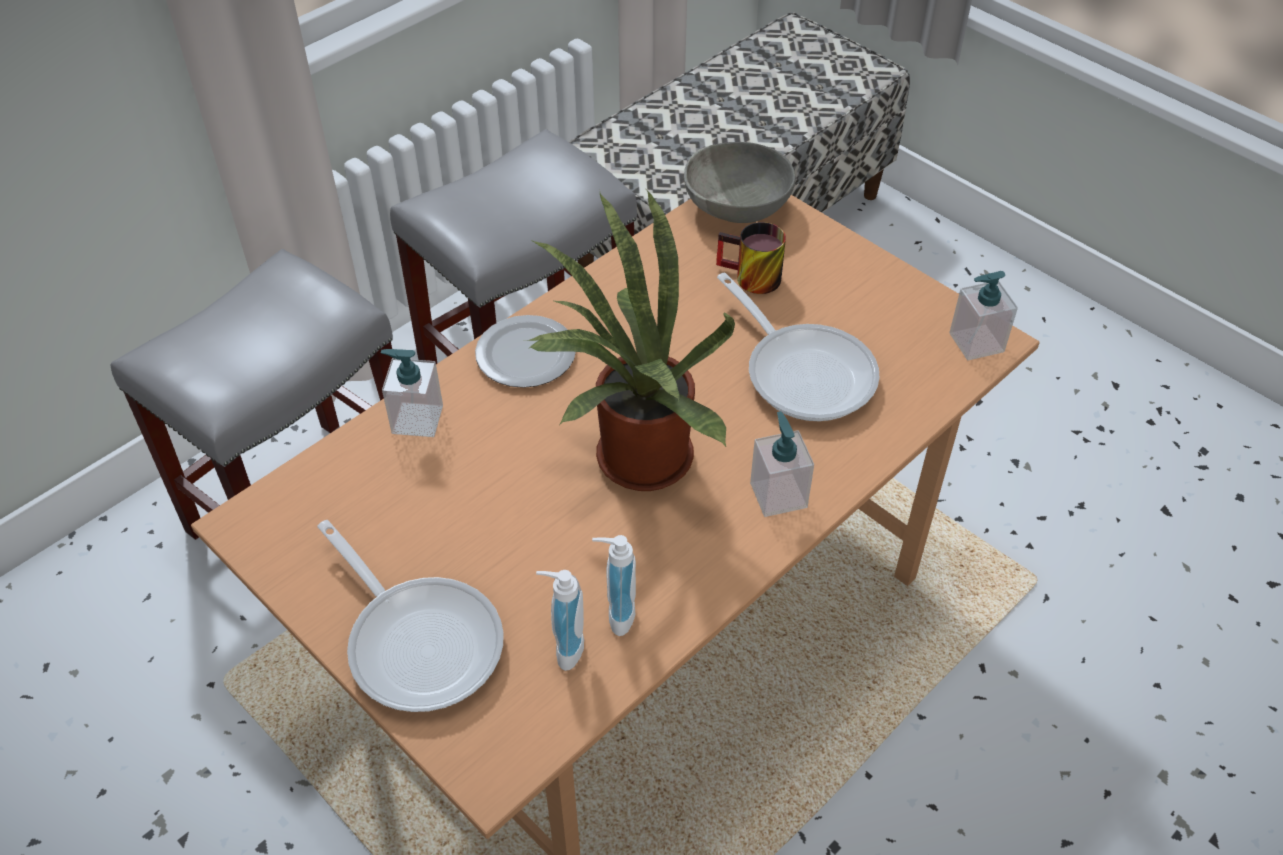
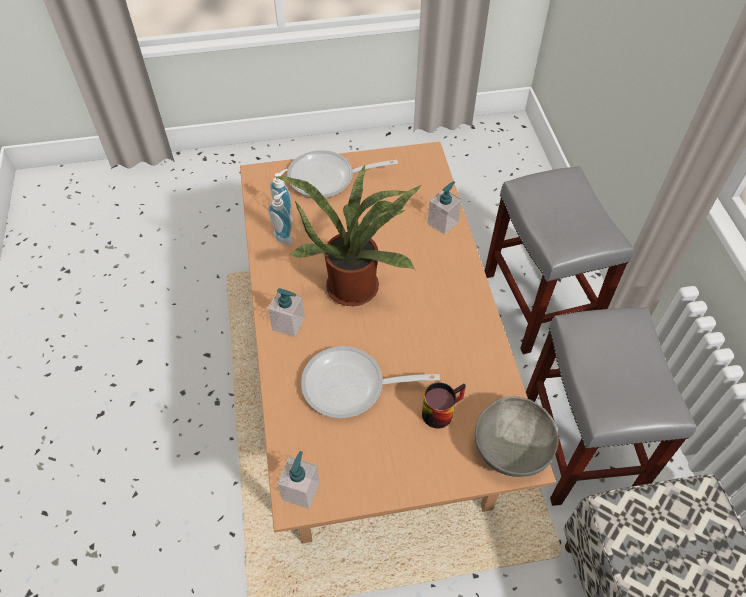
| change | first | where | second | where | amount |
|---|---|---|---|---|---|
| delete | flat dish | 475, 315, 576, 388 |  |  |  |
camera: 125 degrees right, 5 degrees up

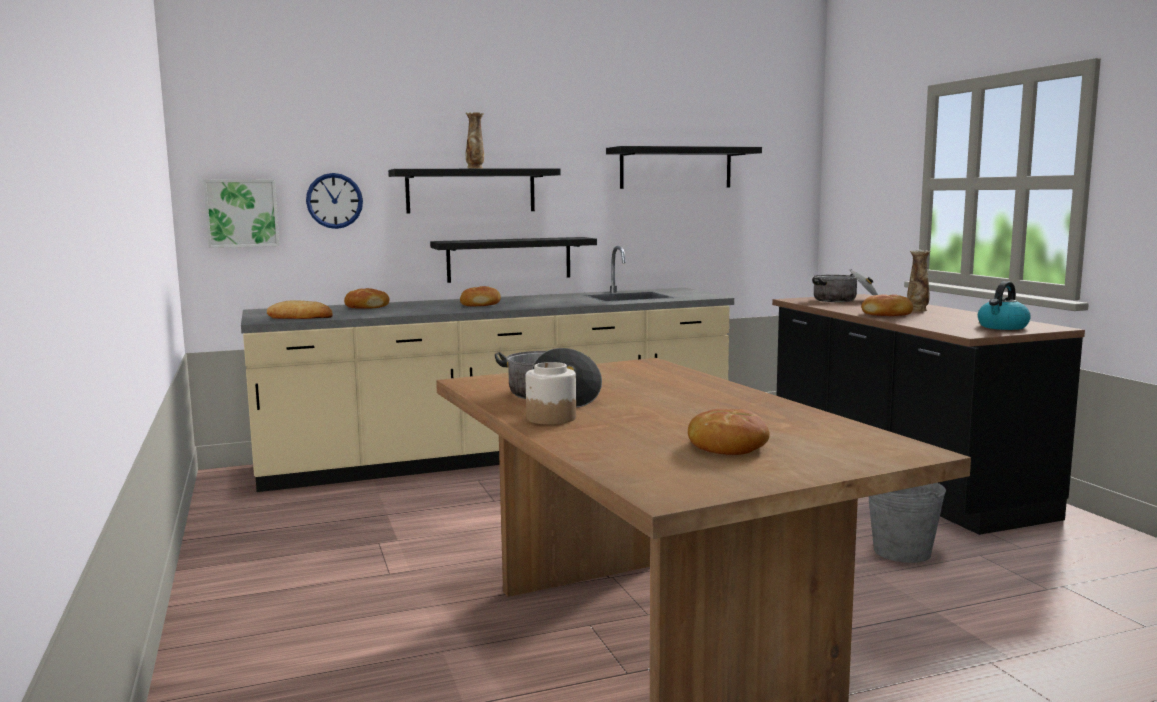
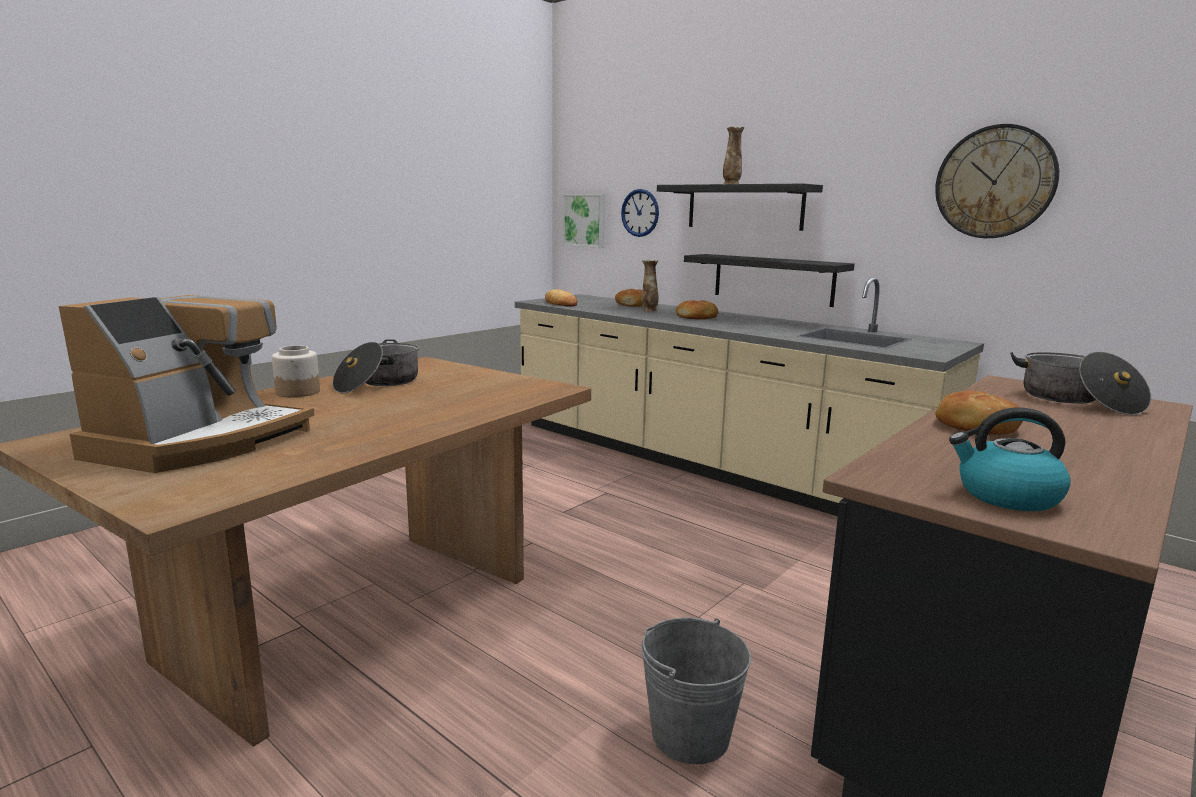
| change | first | where | second | where | amount |
|---|---|---|---|---|---|
| move | vase | 907, 250, 931, 312 |  | 641, 260, 659, 311 |  |
| replace | black bracket shelf | 606, 146, 762, 189 | wall clock | 935, 124, 1059, 238 |  |
| replace | baked bread | 688, 409, 770, 455 | coffee brewer | 59, 295, 314, 473 |  |
camera: 60 degrees right, 5 degrees up

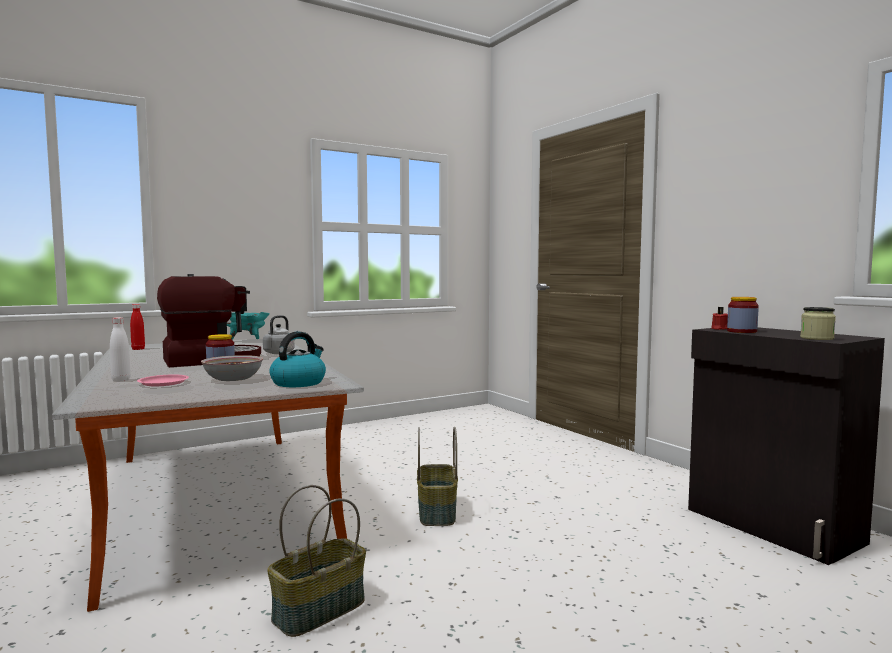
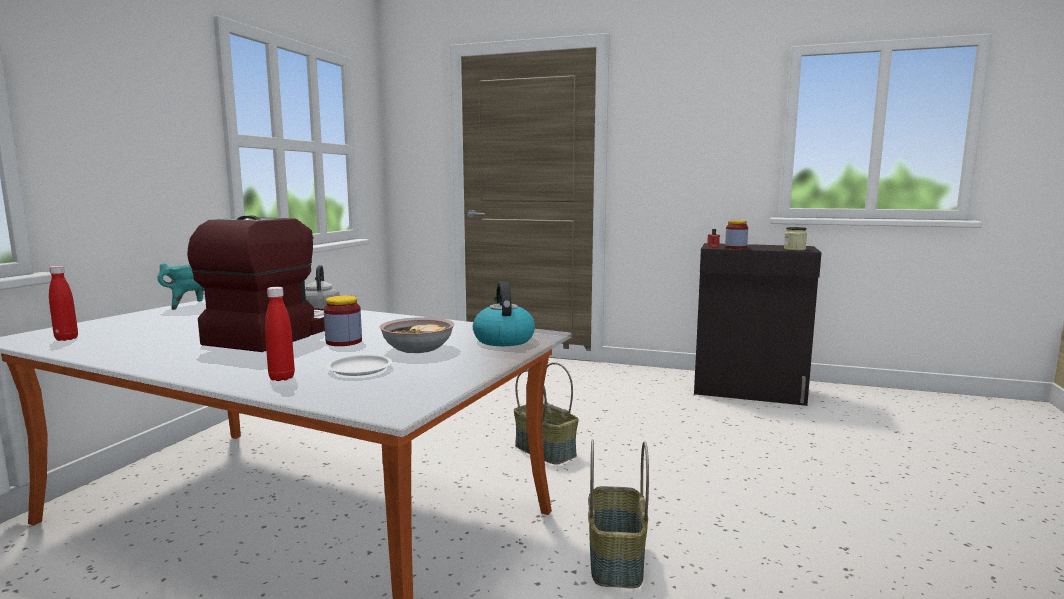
| change | first | where | second | where | amount |
|---|---|---|---|---|---|
| recolor | white beverage bottle | 110, 317, 131, 382 | reddish beverage bottle | 265, 287, 295, 381 |  |
| recolor | pink flat dish | 137, 374, 189, 386 | white flat dish | 326, 355, 392, 376 |  |
camera: 40 degrees left, 5 degrees up

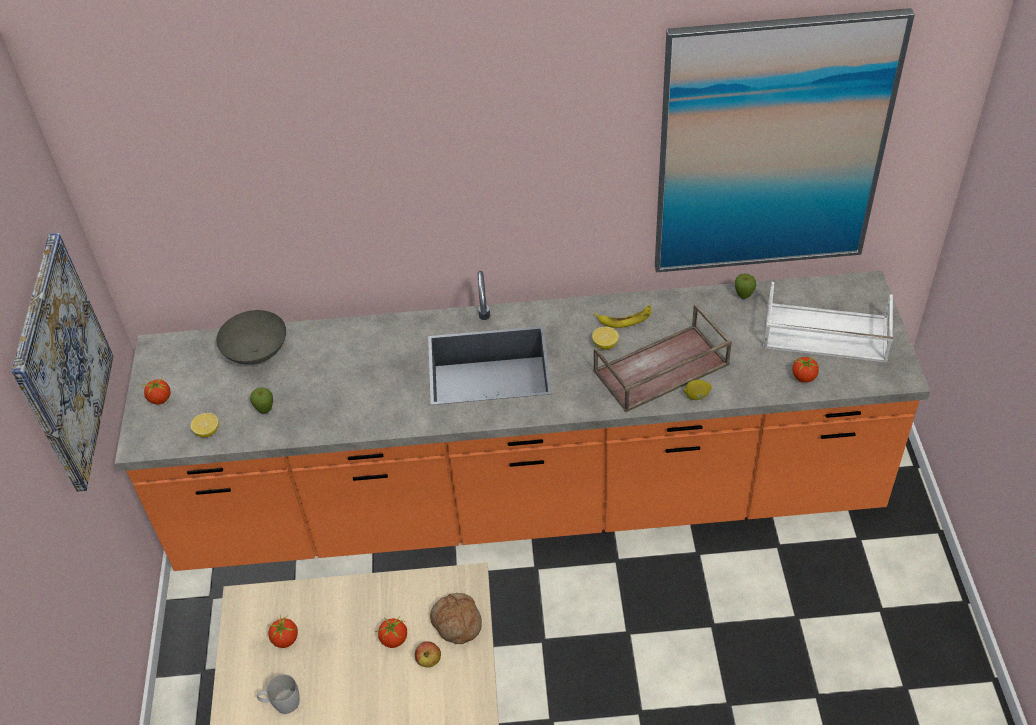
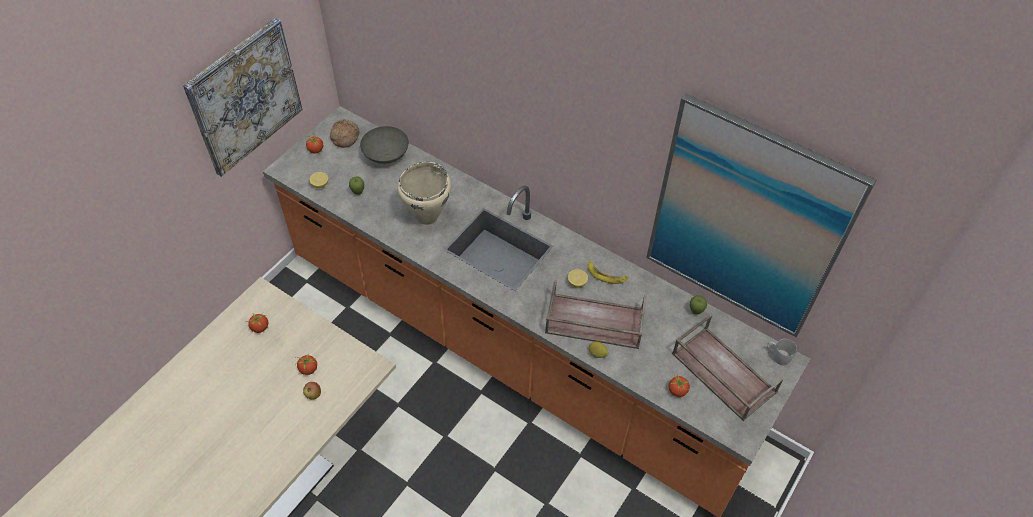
| change | first | where | second | where | amount |
|---|---|---|---|---|---|
| insert |  |  | beige cooking pot | 397, 162, 451, 225 |  |
| move | white tea mug | 257, 674, 300, 714 |  | 767, 339, 797, 365 |  |
| move | baked bread | 430, 593, 482, 644 |  | 330, 119, 360, 148 |  |
| recolor | white serving tray | 763, 282, 893, 363 | brown serving tray | 672, 314, 784, 421 |  |
camera: 35 degrees right, 5 degrees up

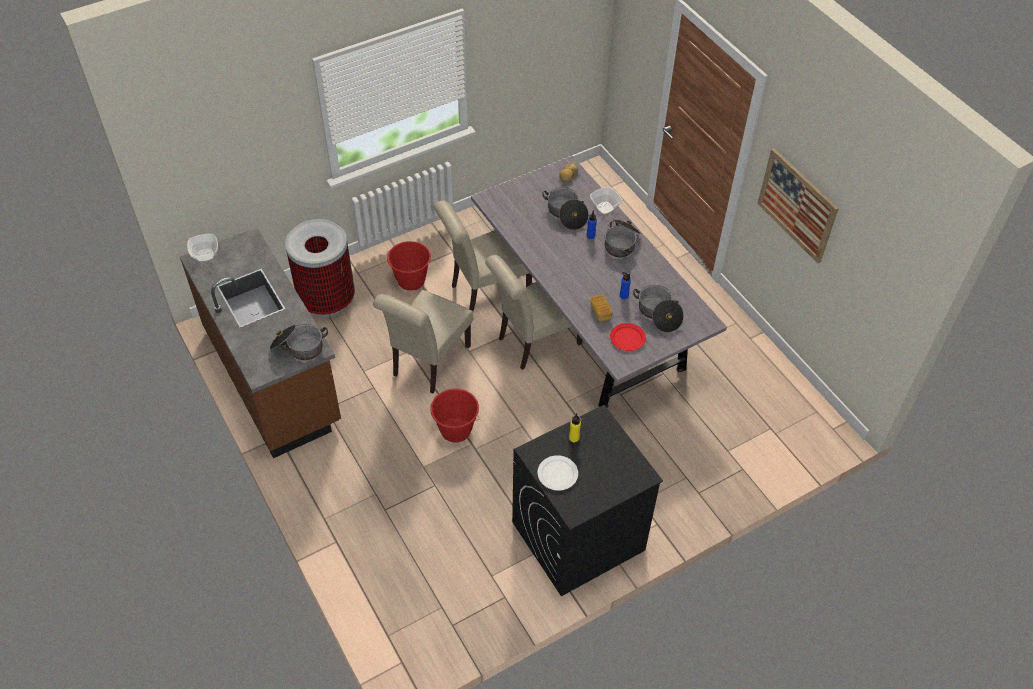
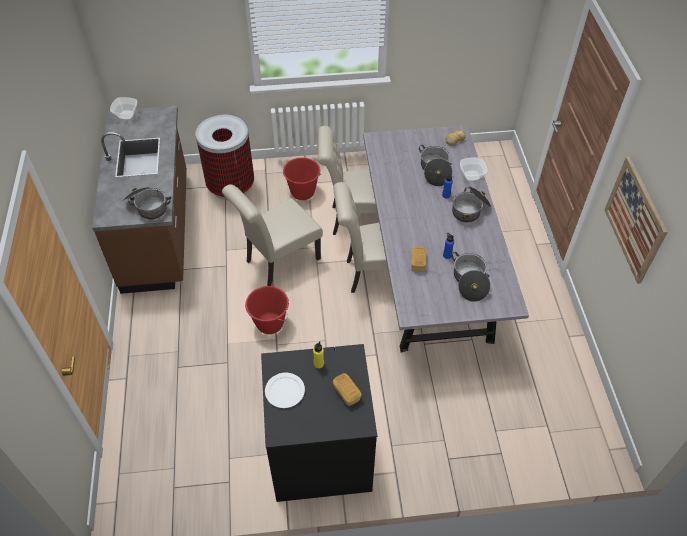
| change | first | where | second | where | amount |
|---|---|---|---|---|---|
| delete | reddish flat dish | 610, 323, 646, 351 |  |  |  |
| insert |  |  | baked bread | 333, 373, 362, 406 |  |
camera: 25 degrees right, 0 degrees up

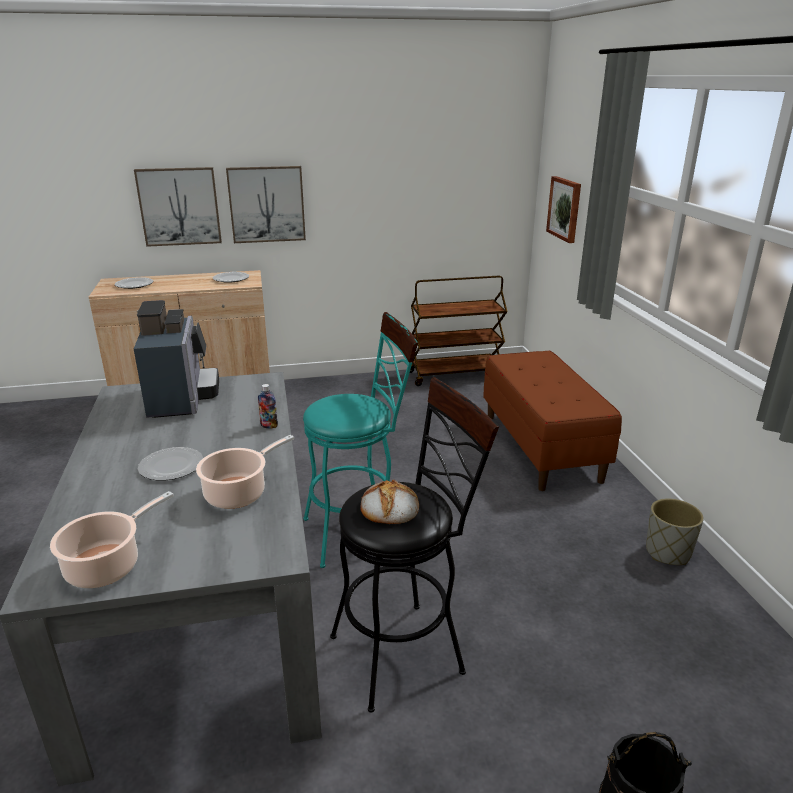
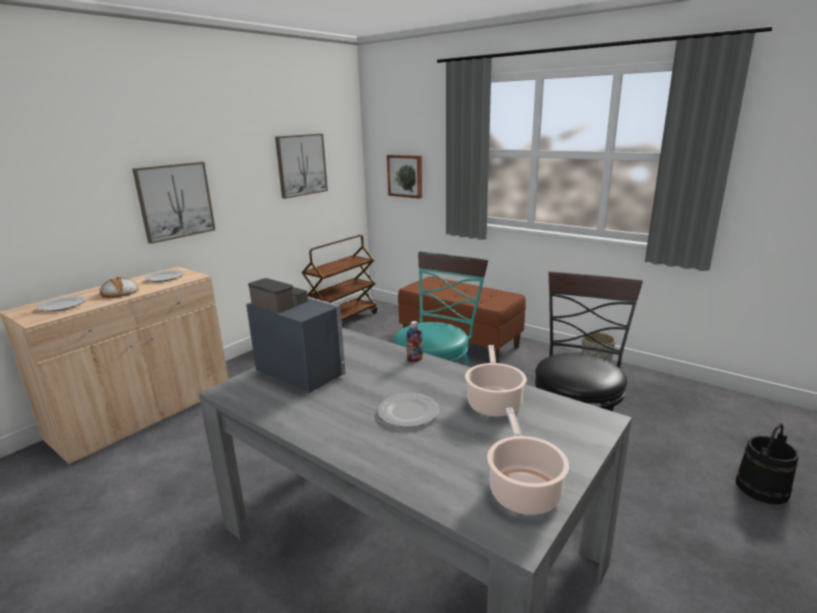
| change | first | where | second | where | amount |
|---|---|---|---|---|---|
| move | picture | 134, 167, 222, 247 |  | 275, 134, 328, 199 |  |
| move | baked bread | 360, 480, 419, 524 |  | 100, 277, 139, 298 |  |
camera: 40 degrees left, 5 degrees down

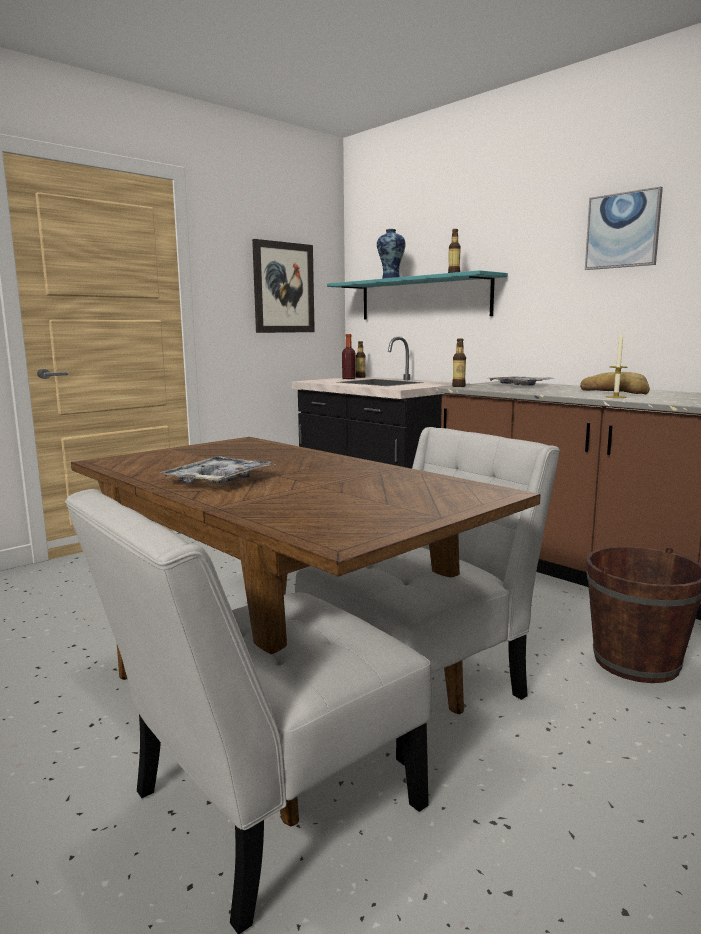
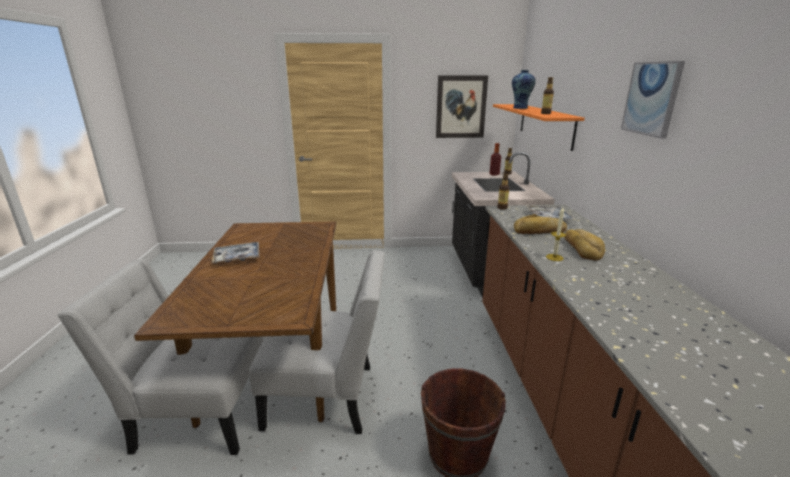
| change | first | where | second | where | amount |
|---|---|---|---|---|---|
| insert |  |  | baked bread | 514, 214, 567, 234 |  |
| recolor | turquoise-coloured bracket shelf | 327, 270, 508, 319 | orange-coloured bracket shelf | 493, 104, 585, 151 |  |
camera: 40 degrees right, 10 degrees up

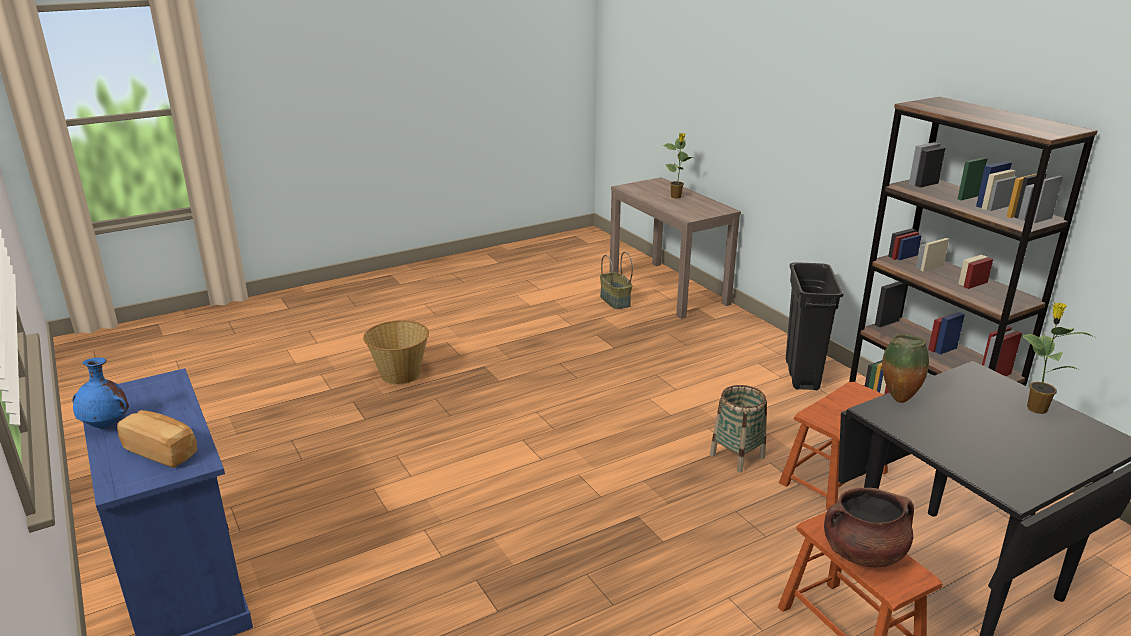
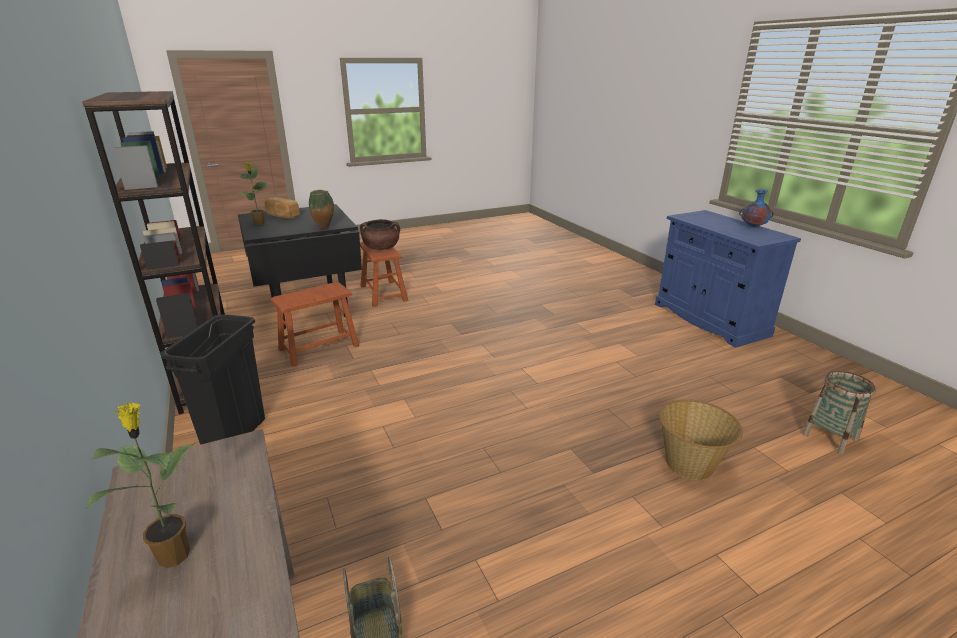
| change | first | where | second | where | amount |
|---|---|---|---|---|---|
| move | baked bread | 117, 410, 197, 468 |  | 265, 197, 300, 218 |  |
| move | storage basket | 710, 385, 767, 472 |  | 802, 371, 875, 454 |  |
camera: 175 degrees left, 0 degrees up

